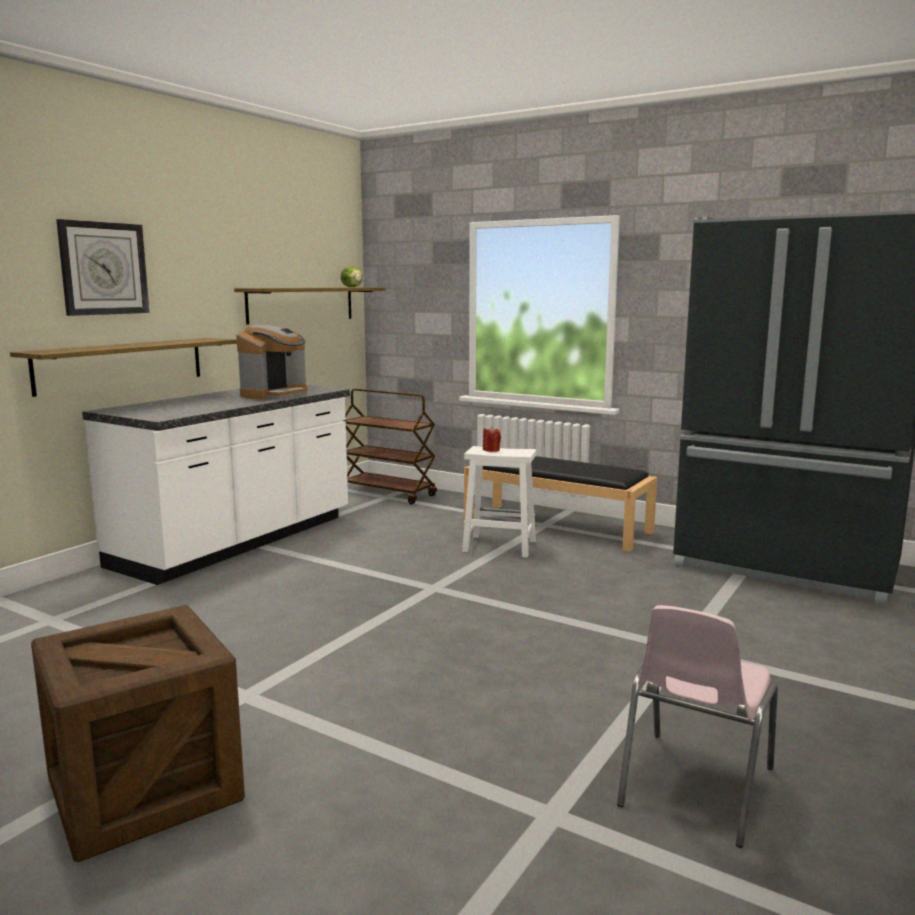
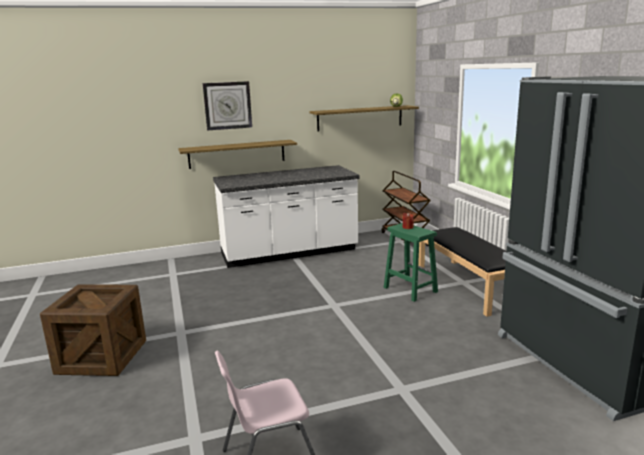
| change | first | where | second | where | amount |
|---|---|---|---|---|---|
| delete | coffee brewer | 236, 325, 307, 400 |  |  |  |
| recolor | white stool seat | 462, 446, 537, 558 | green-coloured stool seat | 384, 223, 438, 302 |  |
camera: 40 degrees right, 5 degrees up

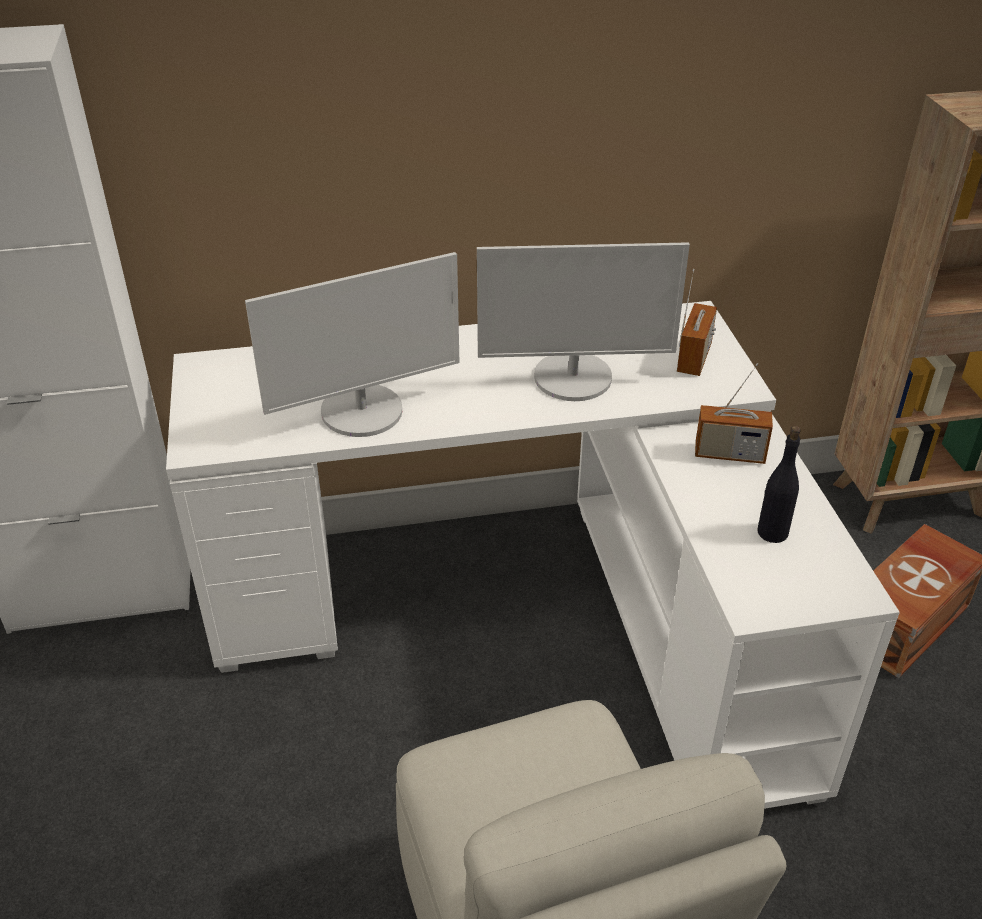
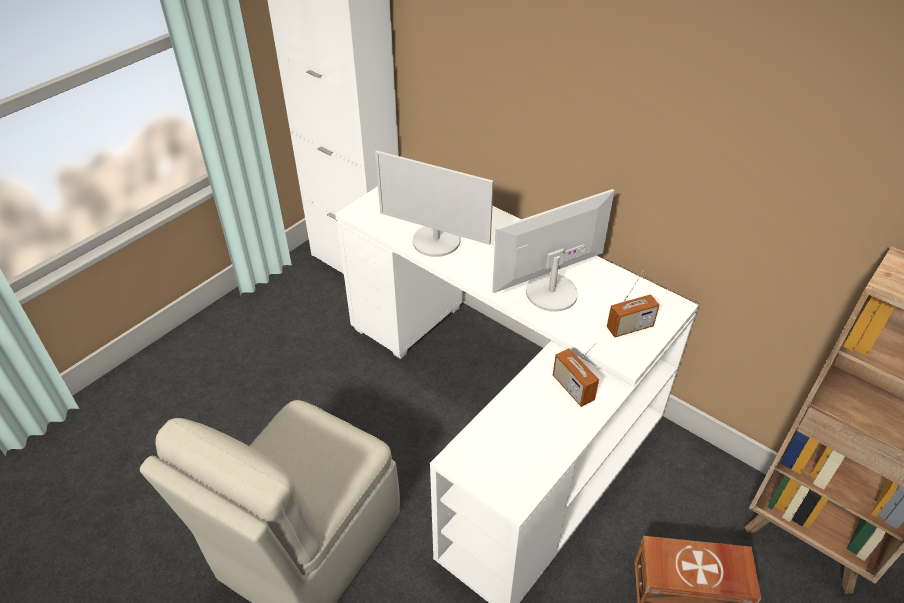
| change | first | where | second | where | amount |
|---|---|---|---|---|---|
| delete | black beverage bottle | 758, 426, 801, 543 |  |  |  |
| rotate | computer screen | 477, 242, 690, 401 |  | 492, 189, 615, 312 | 105 degrees clockwise |
camera: 50 degrees right, 5 degrees up

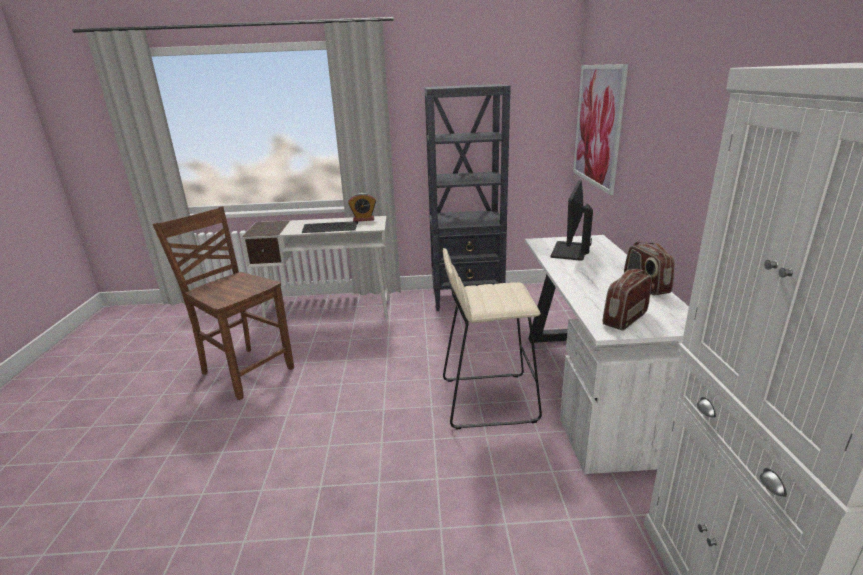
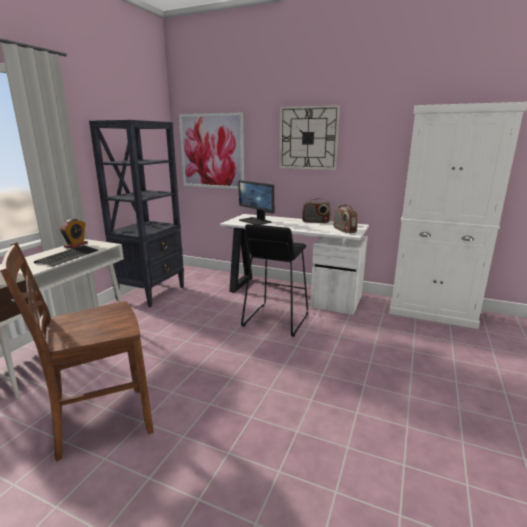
| change | first | where | second | where | amount |
|---|---|---|---|---|---|
| insert |  |  | wall clock | 279, 105, 340, 170 |  |
| recolor | beige stool seat | 443, 248, 542, 430 | black stool seat | 241, 224, 308, 337 |  |
camera: 65 degrees left, 5 degrees down

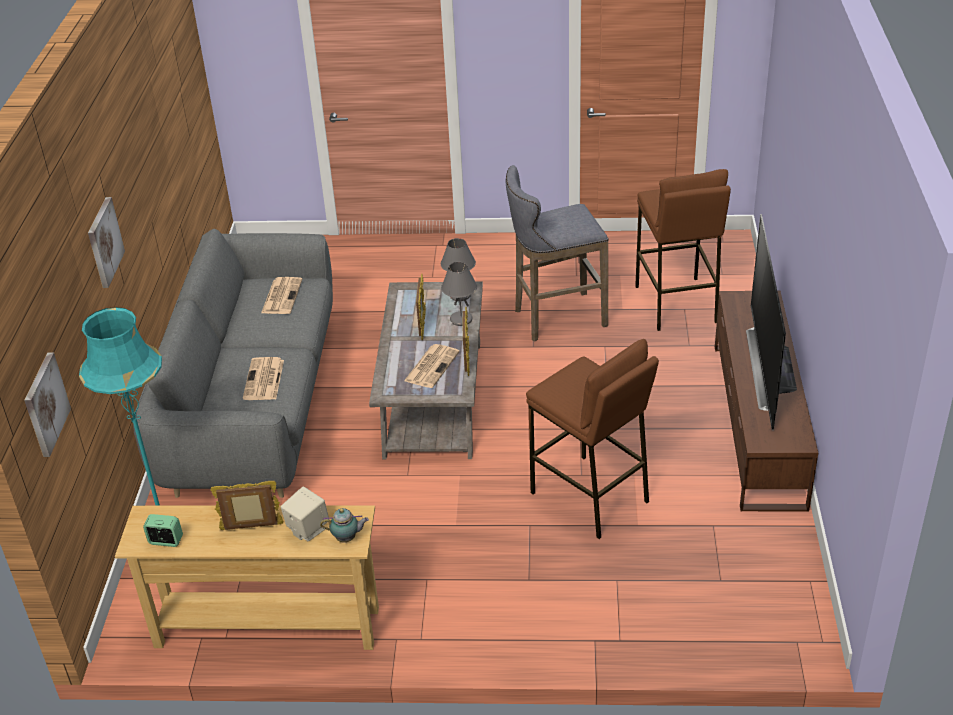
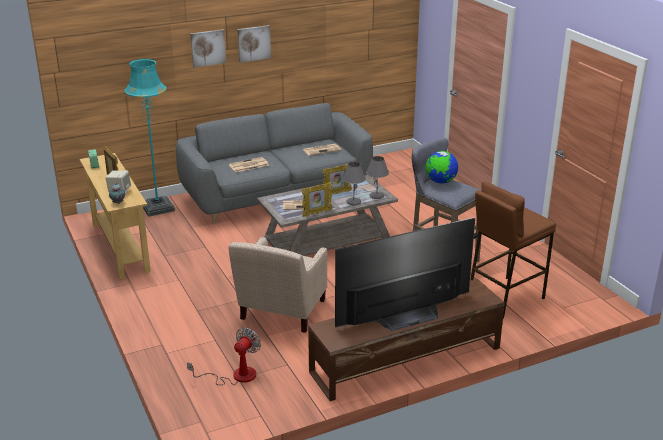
| change | first | where | second | where | amount |
|---|---|---|---|---|---|
| insert |  |  | fan | 187, 328, 261, 385 |  |
| insert |  |  | globe | 426, 151, 458, 184 |  |
| move | picture | 24, 353, 71, 457 |  | 237, 25, 271, 63 |  |
| replace | brown stool seat | 526, 339, 659, 539 | beige lounge chair | 228, 237, 328, 333 |  |
camera: 60 degrees right, 10 degrees down

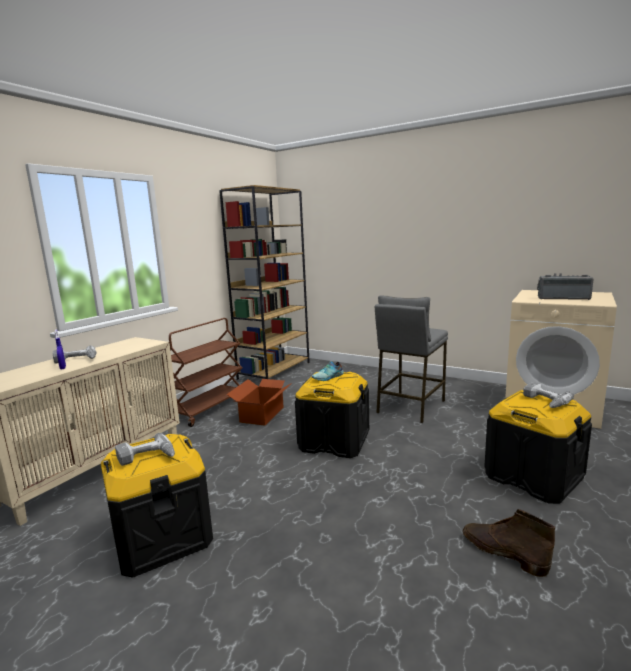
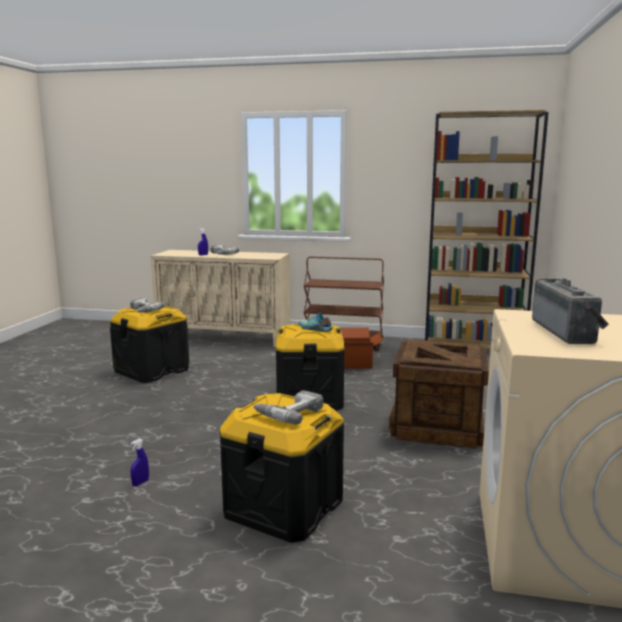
| change | first | where | second | where | amount |
|---|---|---|---|---|---|
| replace | greyish stool seat | 375, 295, 448, 423 | crate | 389, 339, 489, 448 |  |
| replace | brown high-top boot | 463, 509, 555, 577 | bluish sprayer | 131, 439, 149, 486 |  |
camera: 70 degrees right, 0 degrees up

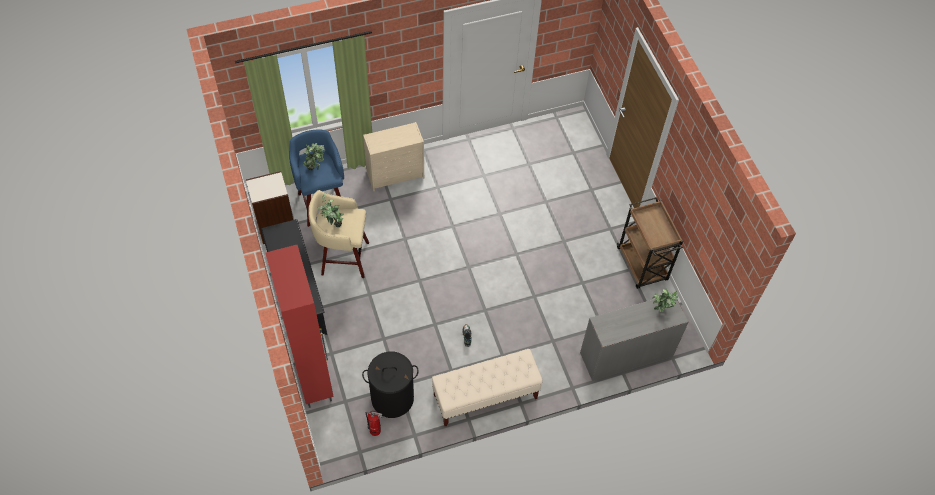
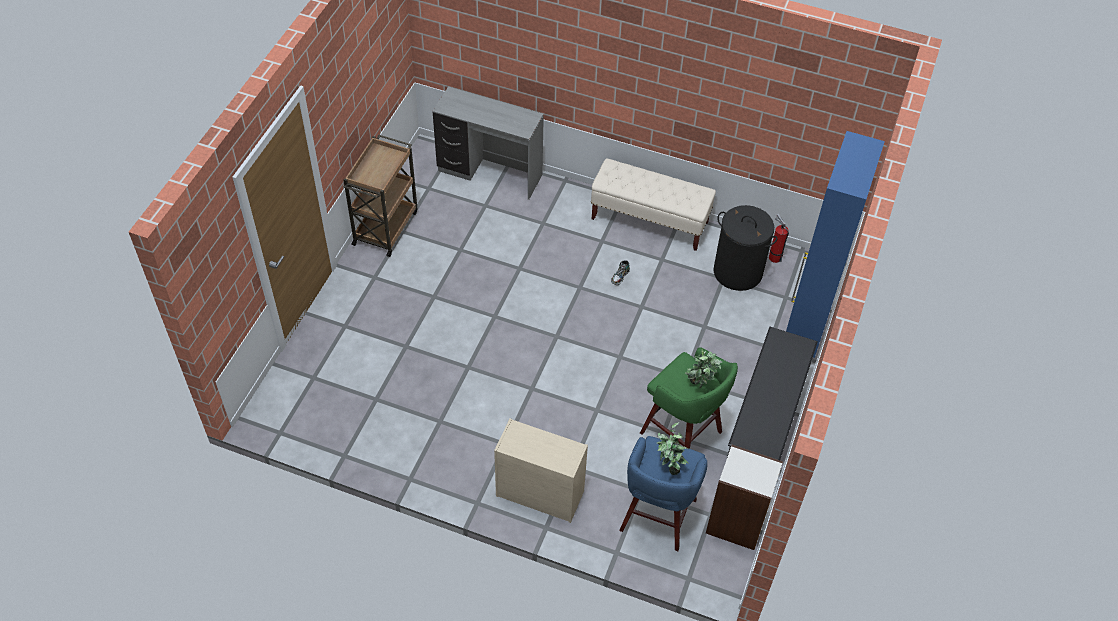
| change | first | where | second | where | amount |
|---|---|---|---|---|---|
| delete | plant in a pot | 653, 289, 679, 312 |  |  |  |
| recolor | reddish storage cabinet | 265, 245, 334, 408 | bluish storage cabinet | 786, 131, 885, 358 |  |
| recolor | beige stool seat | 308, 190, 369, 278 | green-coloured stool seat | 640, 347, 738, 449 |  |
camera: 140 degrees left, 5 degrees down

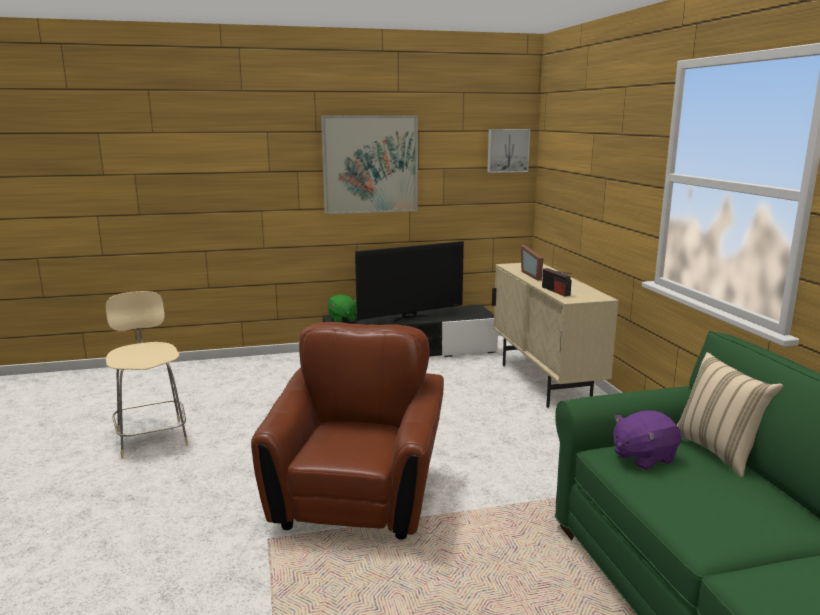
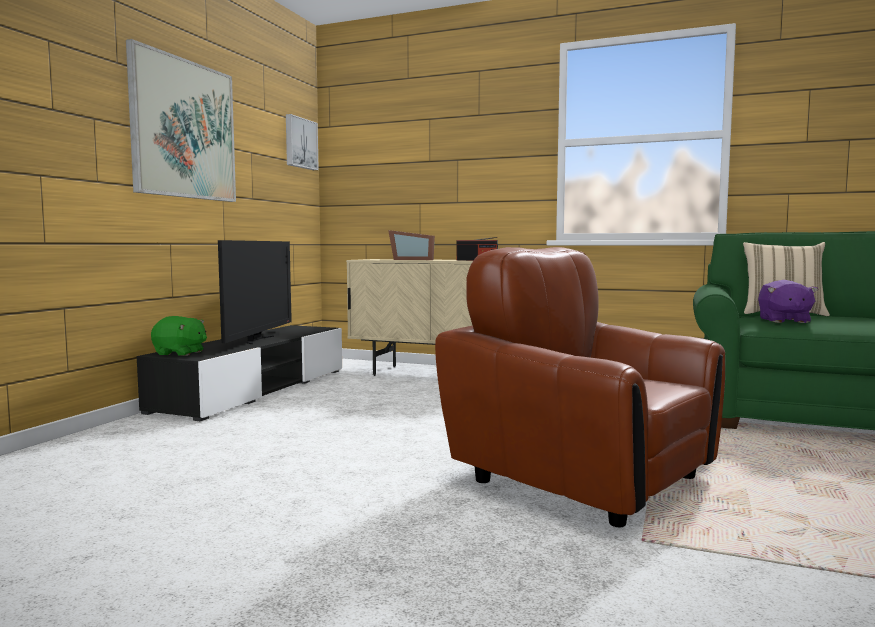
| change | first | where | second | where | amount |
|---|---|---|---|---|---|
| delete | beige stool seat | 106, 291, 189, 458 |  |  |  |
camera: 55 degrees left, 10 degrees down

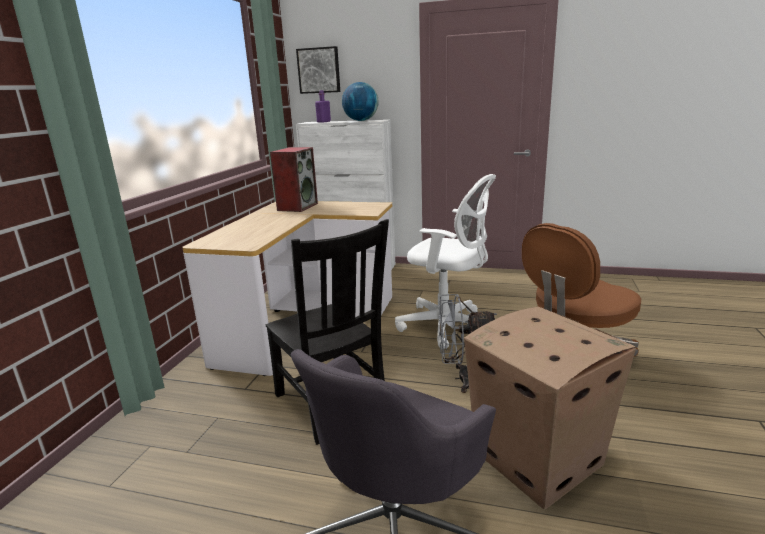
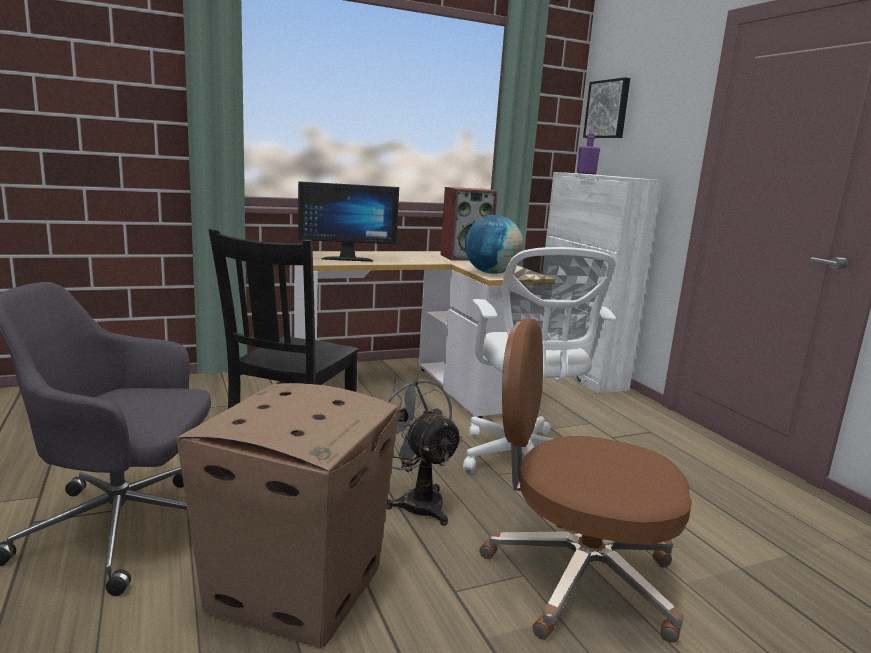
| change | first | where | second | where | amount |
|---|---|---|---|---|---|
| insert |  |  | computer screen | 298, 181, 399, 261 |  |
| move | globe | 342, 82, 379, 121 |  | 465, 215, 523, 274 |  |
camera: 50 degrees right, 5 degrees down

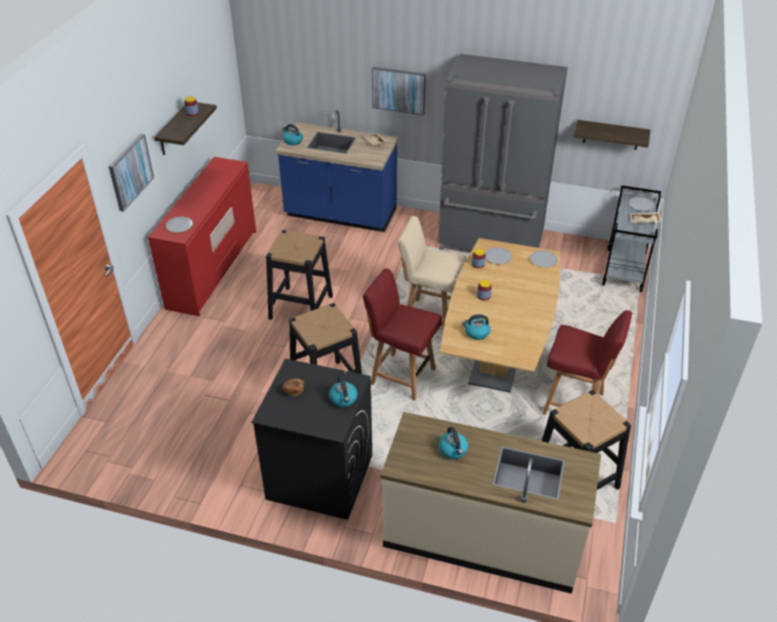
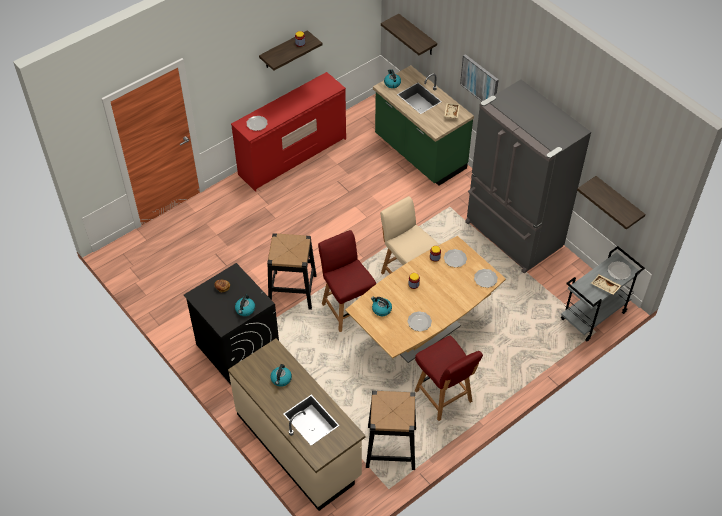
| change | first | where | second | where | amount |
|---|---|---|---|---|---|
| delete | picture | 109, 134, 154, 212 |  |  |  |
| delete | black stool seat | 266, 230, 333, 320 |  |  |  |
| insert |  |  | bracket shelf | 381, 14, 437, 55 |  |
| insert |  |  | flat dish | 407, 311, 432, 331 |  |
| recolor | bluish counter | 276, 110, 398, 232 | green-coloured counter | 373, 65, 474, 186 |  |
camera: 35 degrees right, 10 degrees up

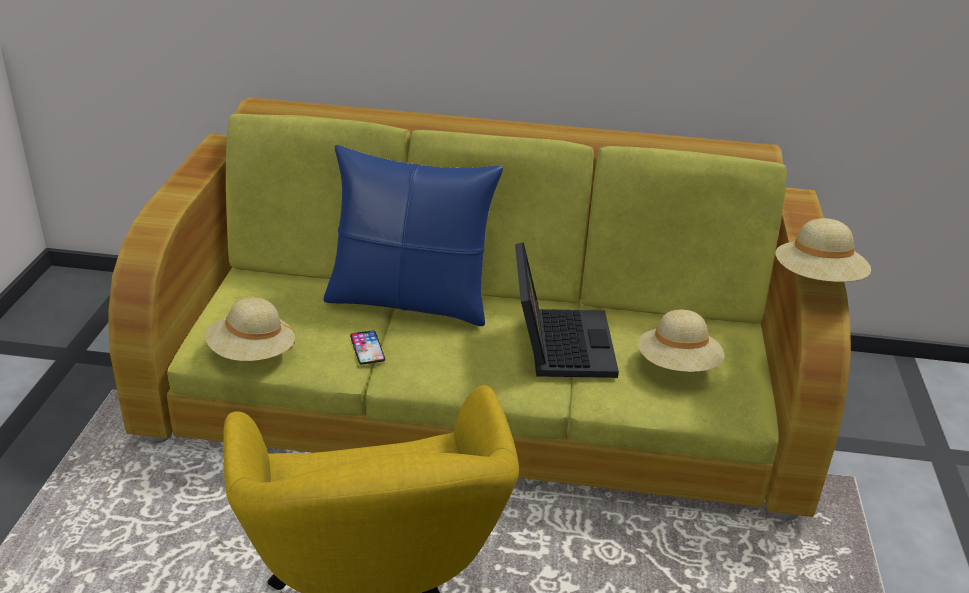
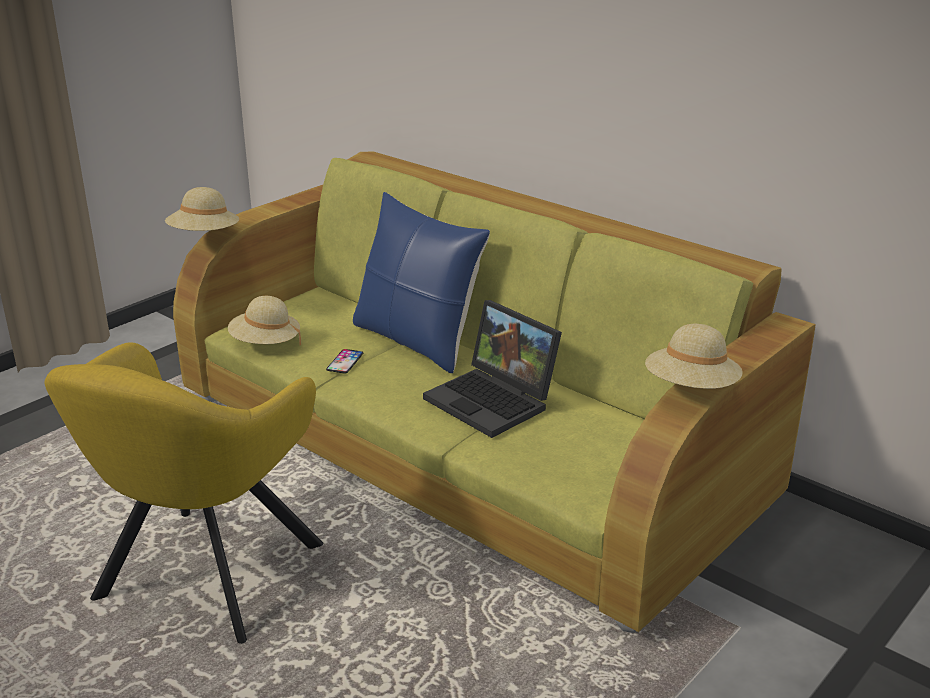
| change | first | where | second | where | amount |
|---|---|---|---|---|---|
| move | beige hat | 638, 309, 724, 372 |  | 165, 187, 240, 231 |  |
| rotate | laptop | 515, 242, 619, 378 |  | 423, 300, 562, 438 | 105 degrees clockwise |
camera: 35 degrees right, 5 degrees down

